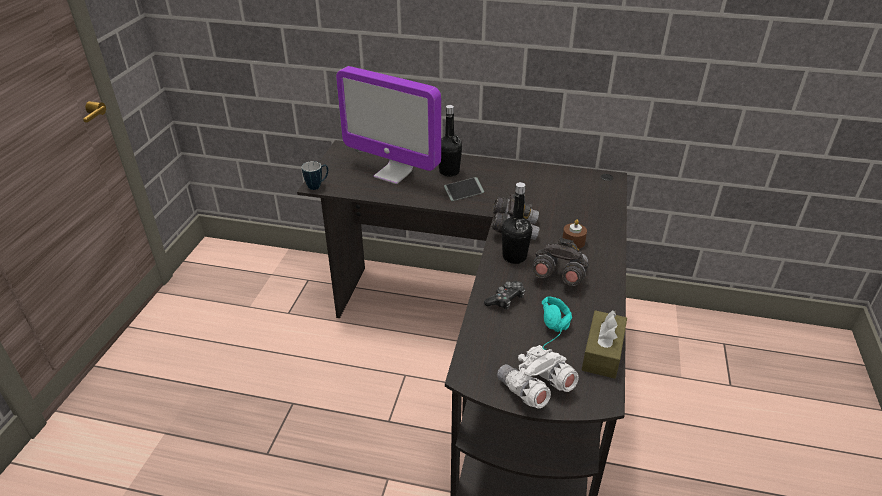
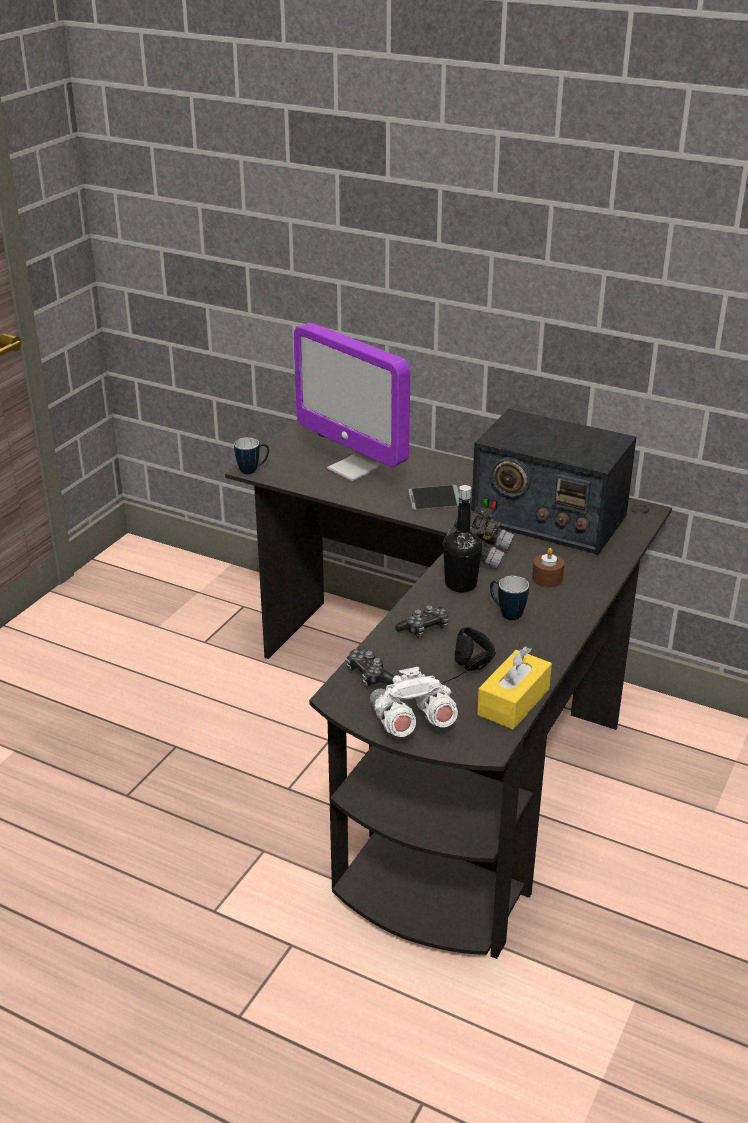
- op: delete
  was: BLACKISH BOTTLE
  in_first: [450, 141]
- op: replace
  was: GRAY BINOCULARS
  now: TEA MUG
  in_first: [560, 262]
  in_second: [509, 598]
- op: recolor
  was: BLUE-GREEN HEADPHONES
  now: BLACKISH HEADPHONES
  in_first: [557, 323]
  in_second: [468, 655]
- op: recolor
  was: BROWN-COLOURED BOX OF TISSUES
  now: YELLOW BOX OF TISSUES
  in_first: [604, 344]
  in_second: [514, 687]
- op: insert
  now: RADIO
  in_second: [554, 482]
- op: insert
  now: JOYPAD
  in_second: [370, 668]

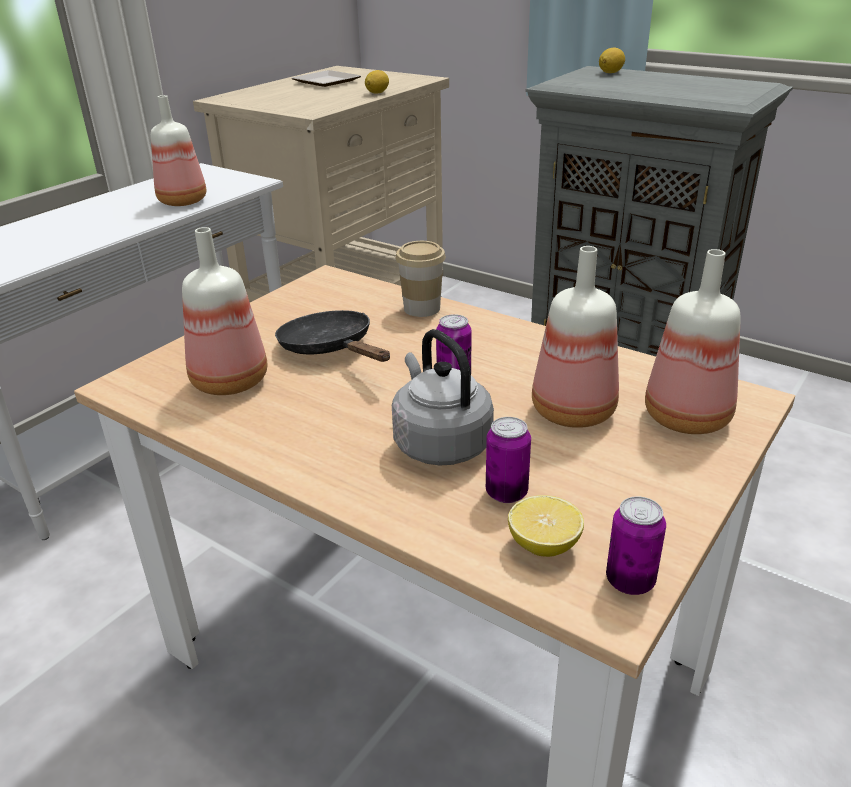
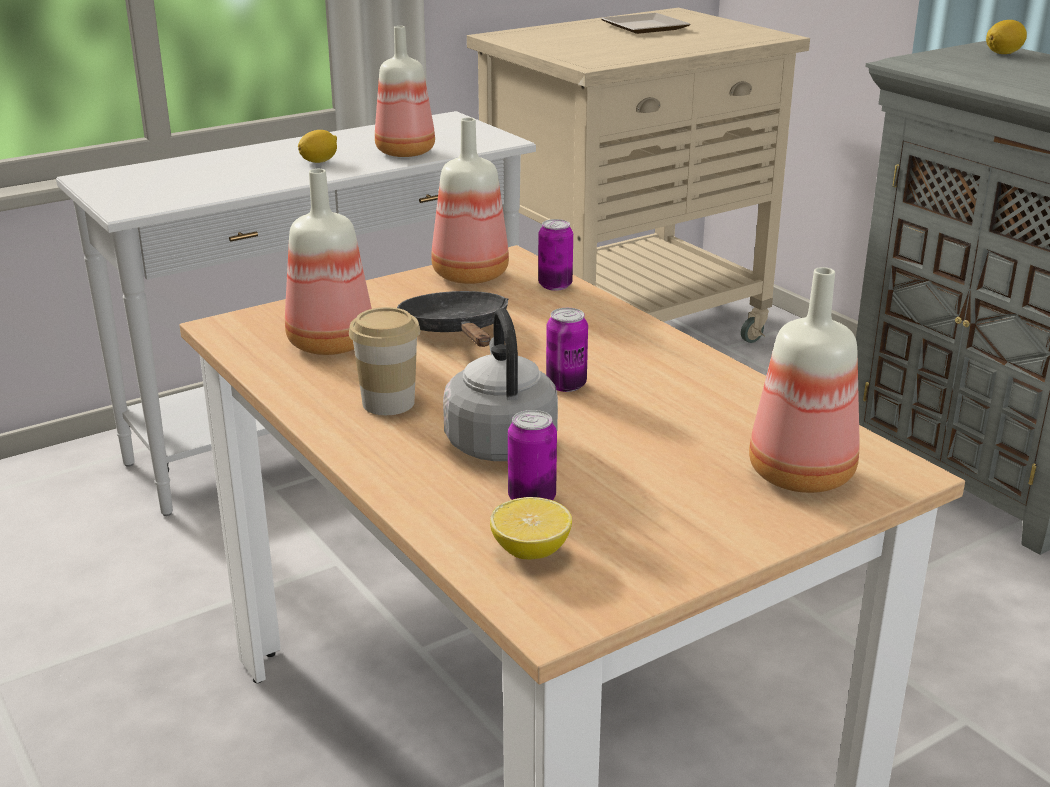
- op: move
  was: LEMON
  in_first: [377, 82]
  in_second: [317, 146]
- op: move
  was: SMALL CUP
  in_first: [421, 279]
  in_second: [384, 361]
- op: move
  was: BOTTLE
  in_first: [575, 337]
  in_second: [470, 200]
- op: move
  was: SEALED CAN
  in_first: [636, 546]
  in_second: [555, 255]

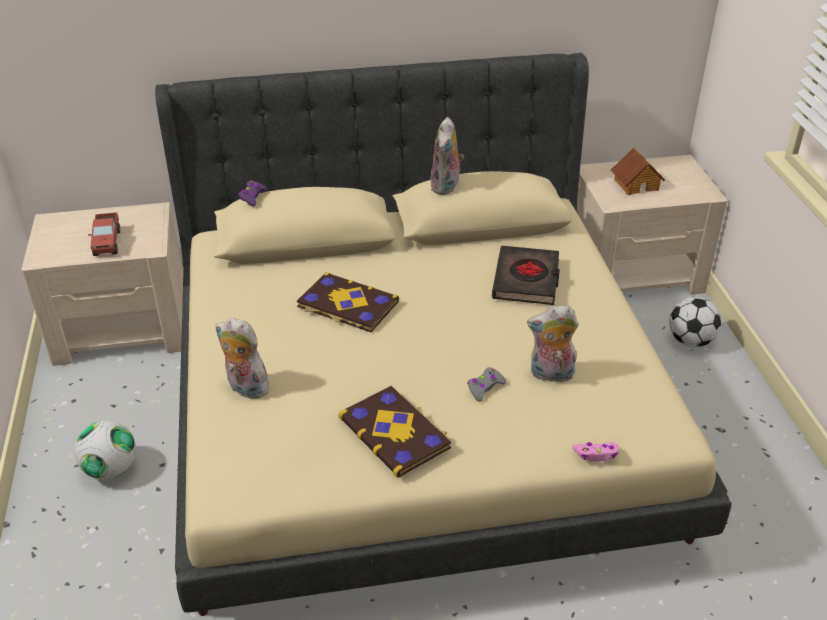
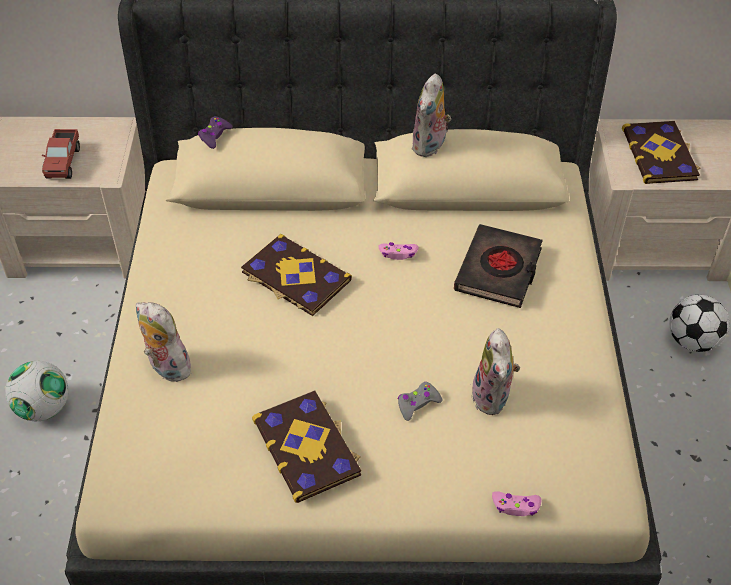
- op: replace
  was: TOY HOUSE
  now: BOUND BOOK
  in_first: [638, 171]
  in_second: [661, 152]
- op: rotate
  was: CUDDLY TOY
  in_first: [553, 343]
  in_second: [495, 371]
  clockwise: -105
- op: insert
  now: PINK-COLOURED JOYPAD
  in_second: [399, 251]

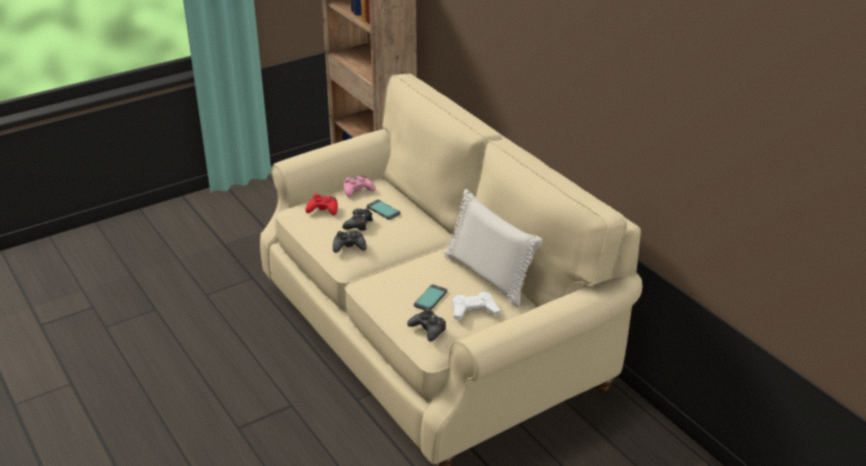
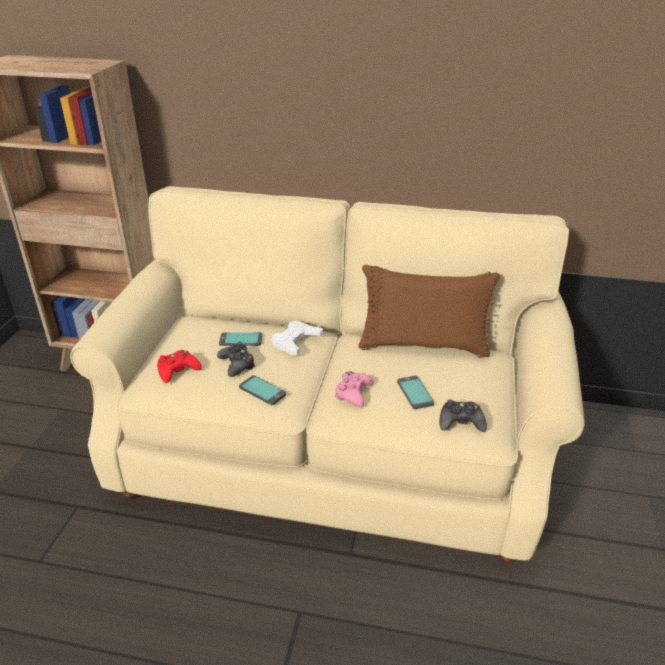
- op: move
  was: PINK-COLOURED JOYPAD
  in_first: [359, 186]
  in_second: [354, 389]
- op: recolor
  was: WHITISH THROW PILLOW
  now: BROWN-COLOURED THROW PILLOW
  in_first: [492, 248]
  in_second: [429, 311]
- op: replace
  was: BLACKISH JOYPAD
  now: PHONE
  in_first: [350, 242]
  in_second: [262, 390]
- op: move
  was: WHITISH JOYPAD
  in_first: [476, 306]
  in_second: [297, 337]

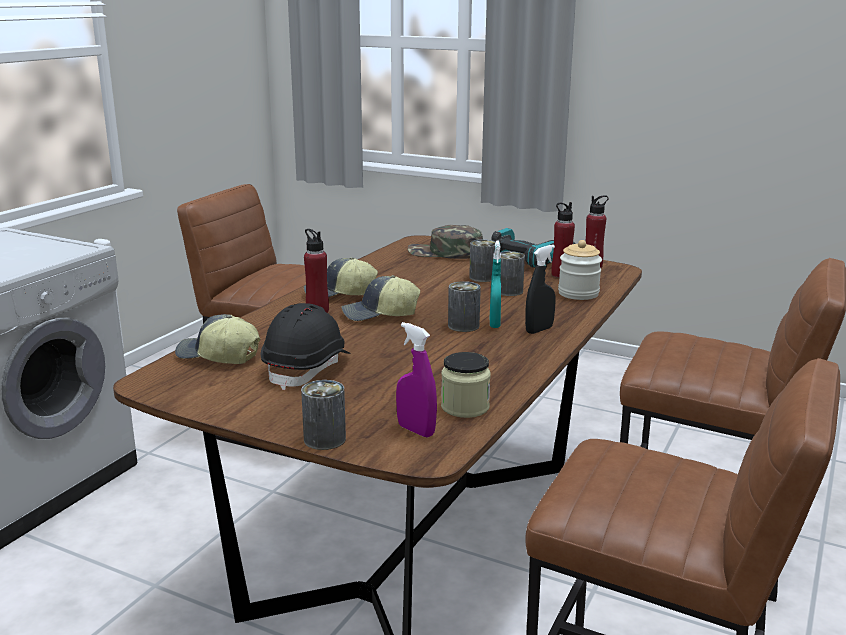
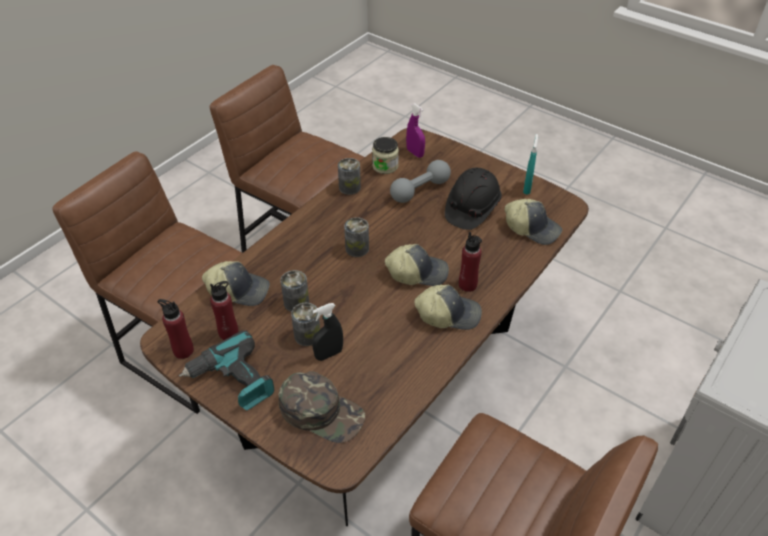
- op: replace
  was: STORAGE JAR
  now: BASEBALL CAP
  in_first: [580, 270]
  in_second: [236, 283]
- op: move
  was: BLUE-GREEN SPRAYER
  in_first: [495, 284]
  in_second: [530, 164]
- op: move
  was: BLACKISH SPRAYER
  in_first: [540, 289]
  in_second: [327, 332]
- op: move
  was: SEALED CAN
  in_first: [323, 415]
  in_second: [349, 176]
- op: insert
  now: GRAY DUMBBELL
  in_second: [420, 181]

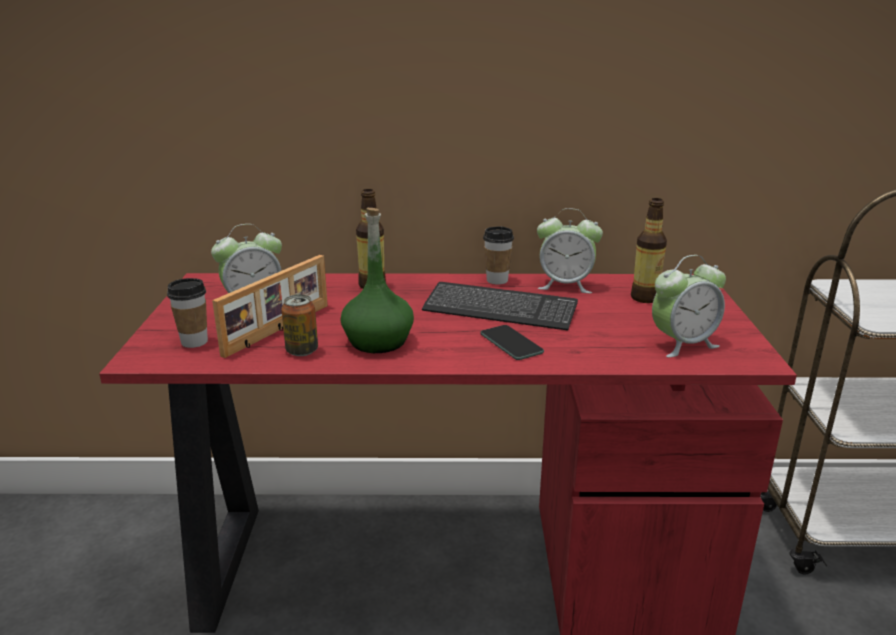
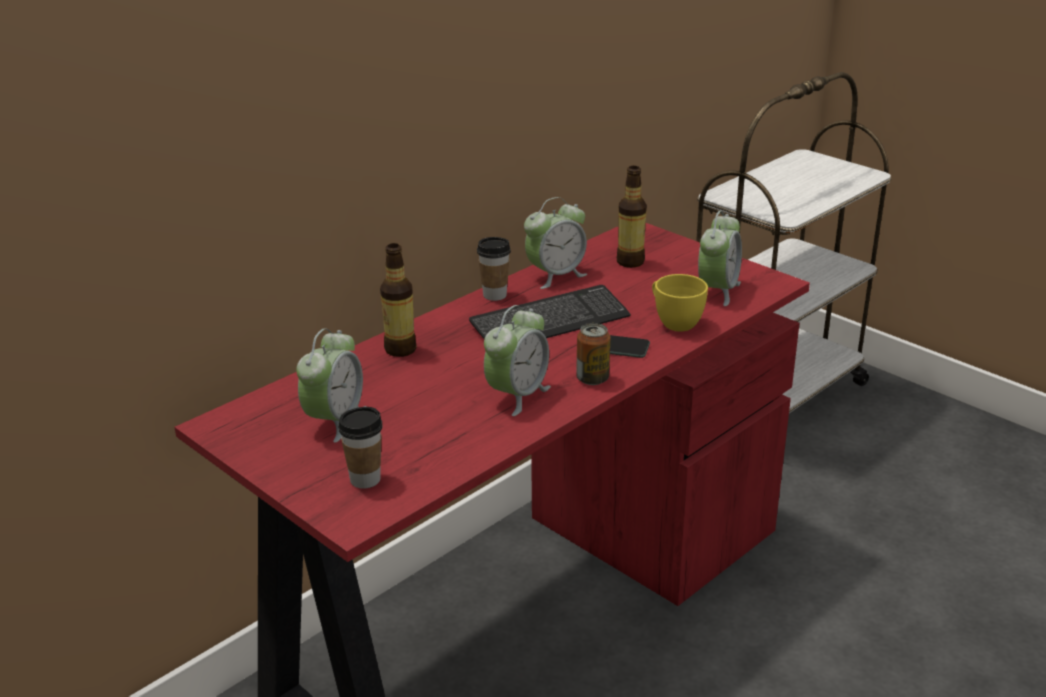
- op: replace
  was: GREENISH BOTTLE
  now: BEDSIDE CLOCK
  in_first: [377, 280]
  in_second: [517, 360]
- op: delete
  was: PHOTO FRAME
  in_first: [270, 306]
- op: move
  was: SEALED CAN
  in_first: [299, 325]
  in_second: [593, 354]
- op: insert
  now: YELLOW SMALL CUP
  in_second: [680, 303]

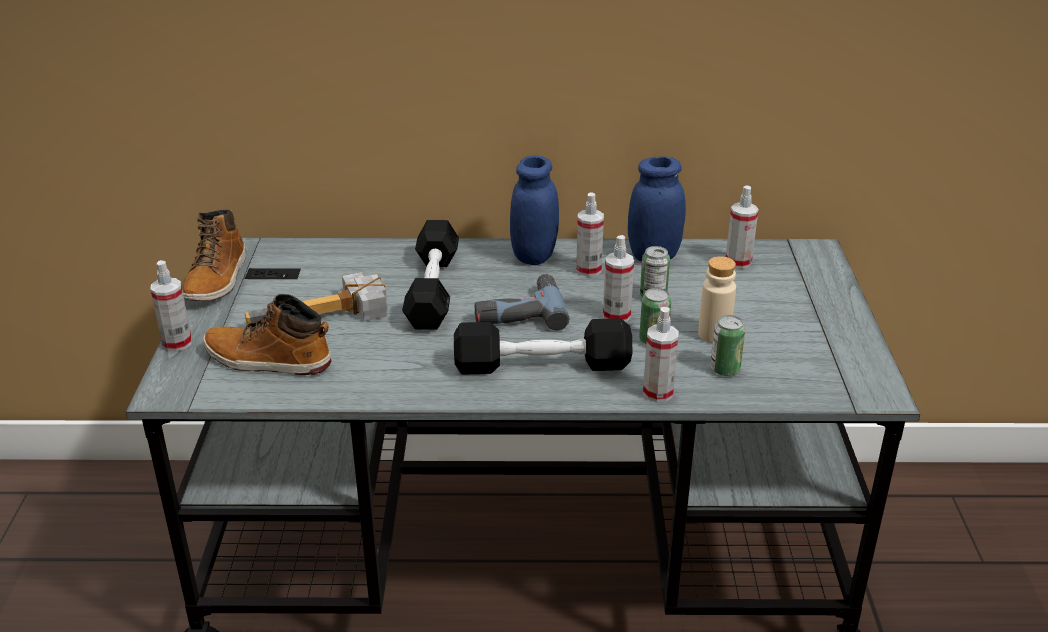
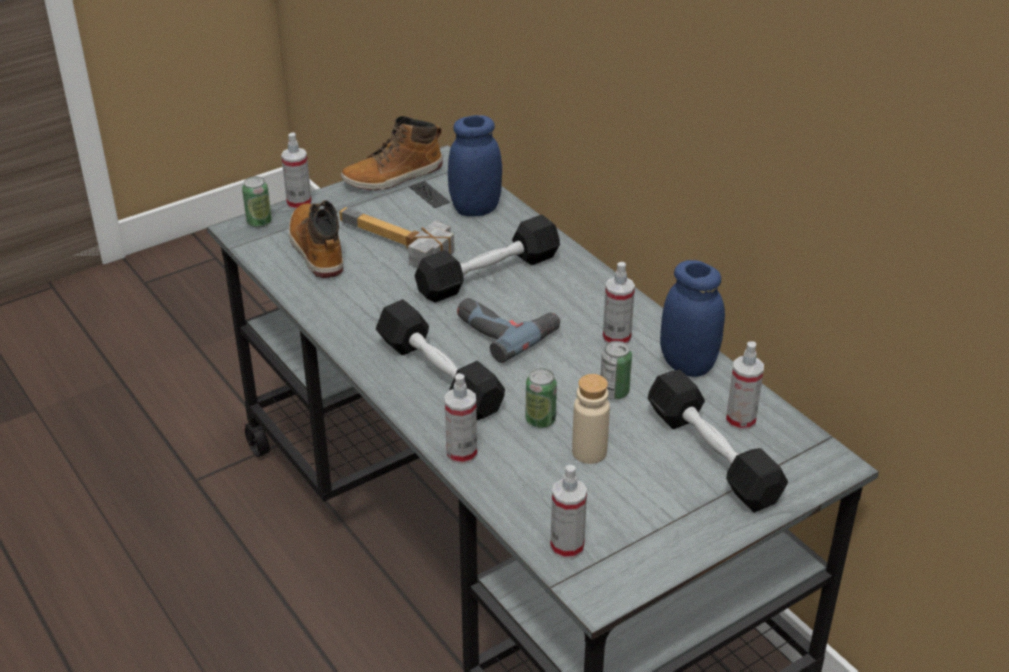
- op: move
  was: BLUISH STORAGE JAR
  in_first: [534, 210]
  in_second: [475, 165]
- op: move
  was: SPRAYER
  in_first: [618, 278]
  in_second: [568, 512]
- op: move
  was: SEALED CAN
  in_first: [727, 345]
  in_second: [257, 202]
- op: insert
  now: BLACKISH DUMBBELL
  in_second: [718, 441]

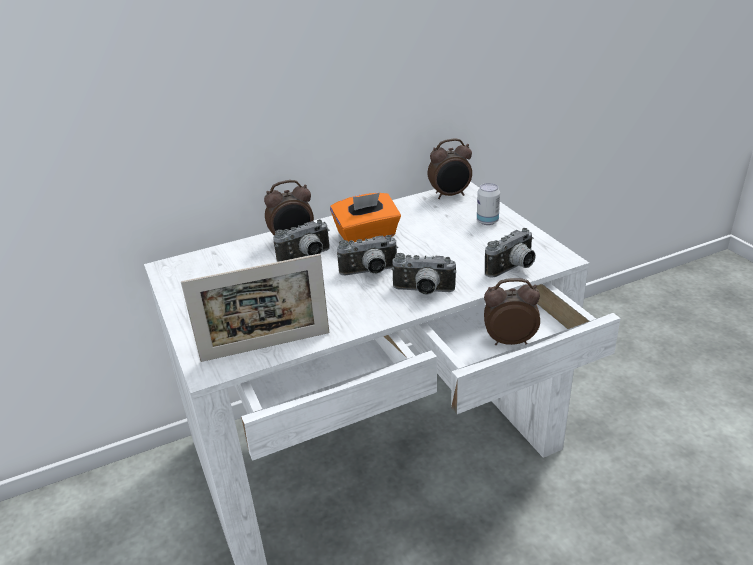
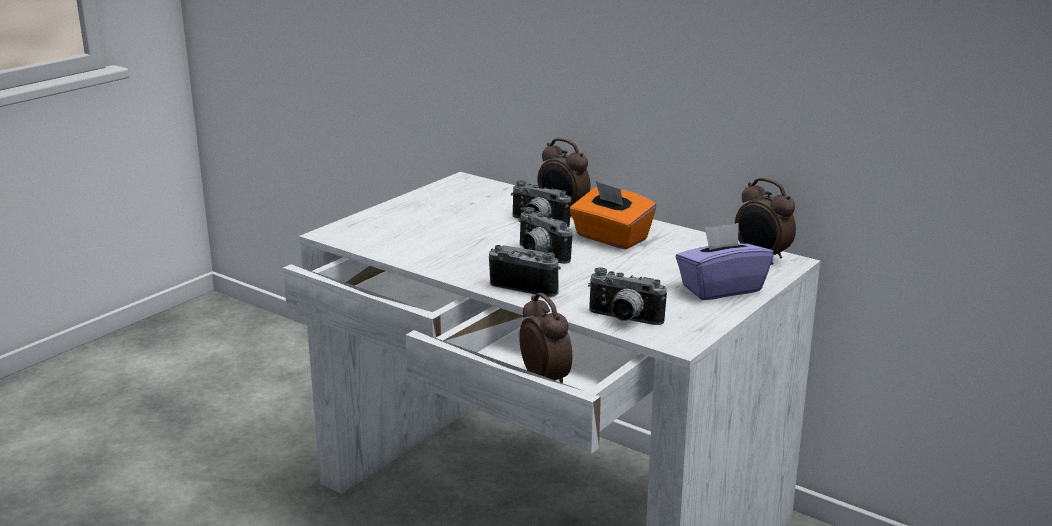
- op: replace
  was: SEALED CAN
  now: PURPLISH BOX OF TISSUES
  in_first: [488, 204]
  in_second: [725, 261]
- op: rotate
  was: PHOTO CAMERA
  in_first: [423, 274]
  in_second: [525, 271]
  clockwise: 135
- op: delete
  was: PHOTO FRAME
  in_first: [255, 308]

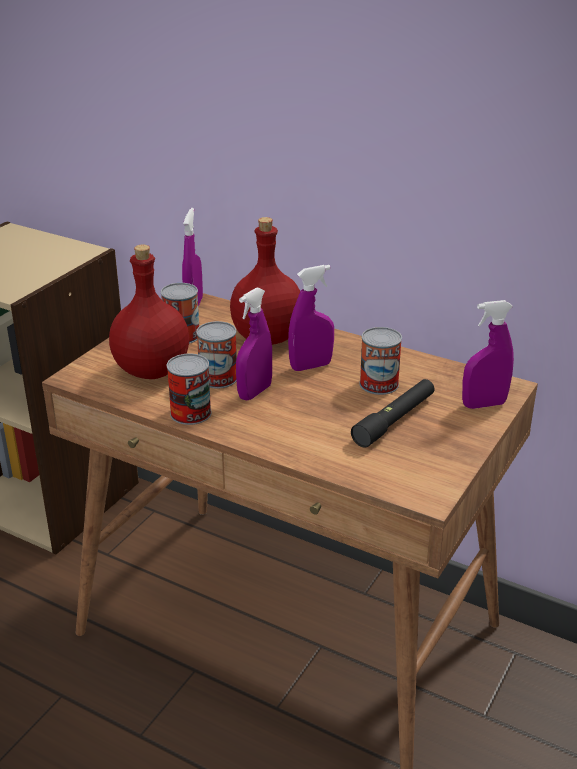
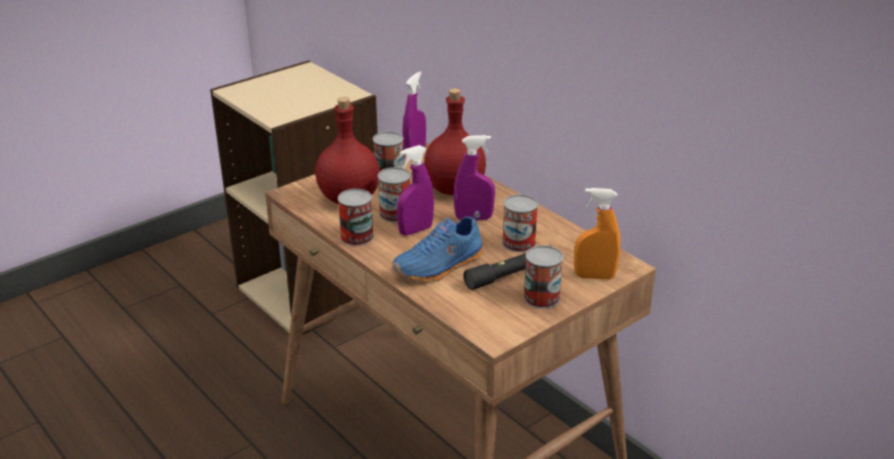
- op: recolor
  was: PURPLISH SPRAYER
  now: ORANGEY SPRAYER
  in_first: [488, 354]
  in_second: [597, 233]
- op: insert
  now: BLUISH SHOE
  in_second: [437, 246]
- op: insert
  now: SEALED CAN
  in_second: [543, 277]

